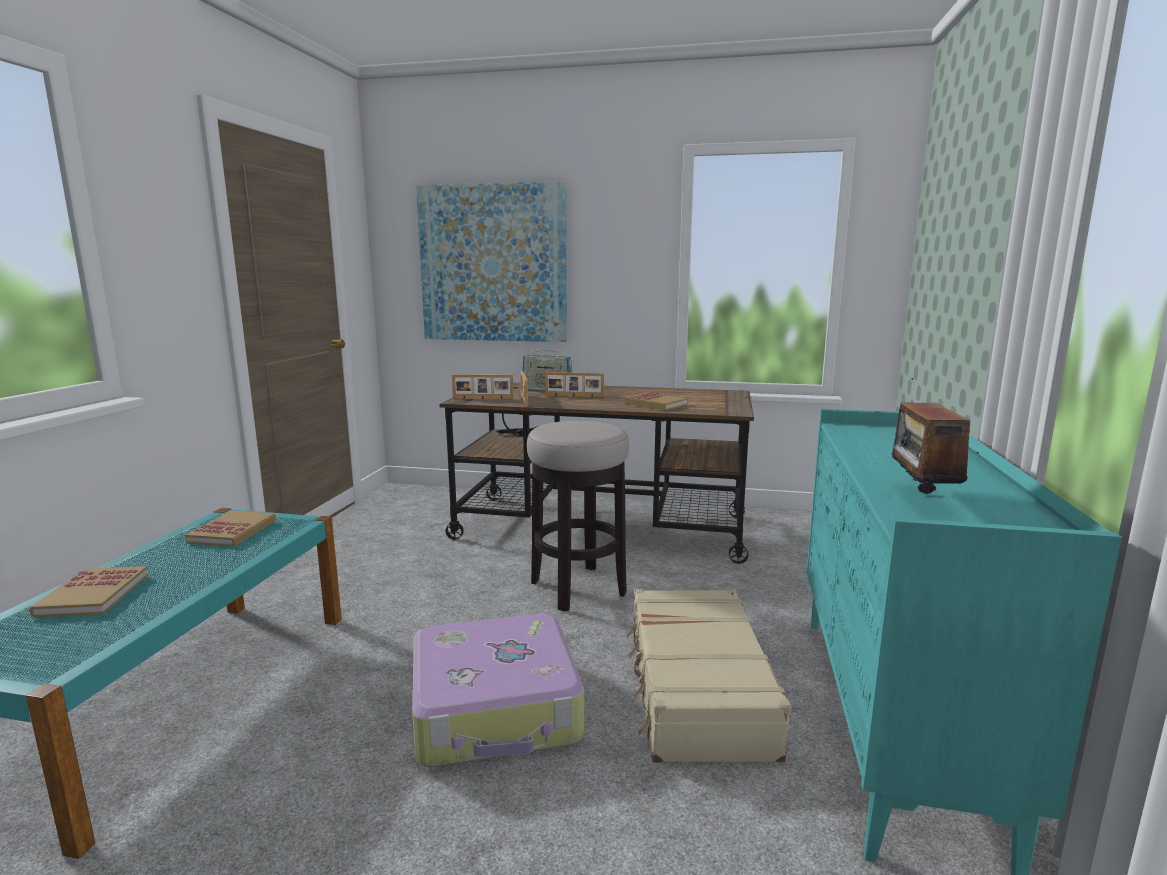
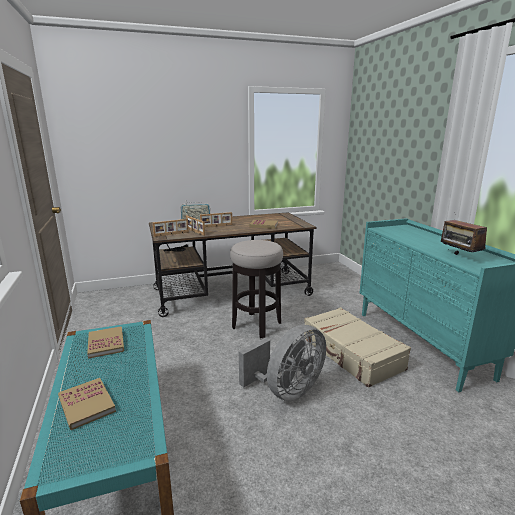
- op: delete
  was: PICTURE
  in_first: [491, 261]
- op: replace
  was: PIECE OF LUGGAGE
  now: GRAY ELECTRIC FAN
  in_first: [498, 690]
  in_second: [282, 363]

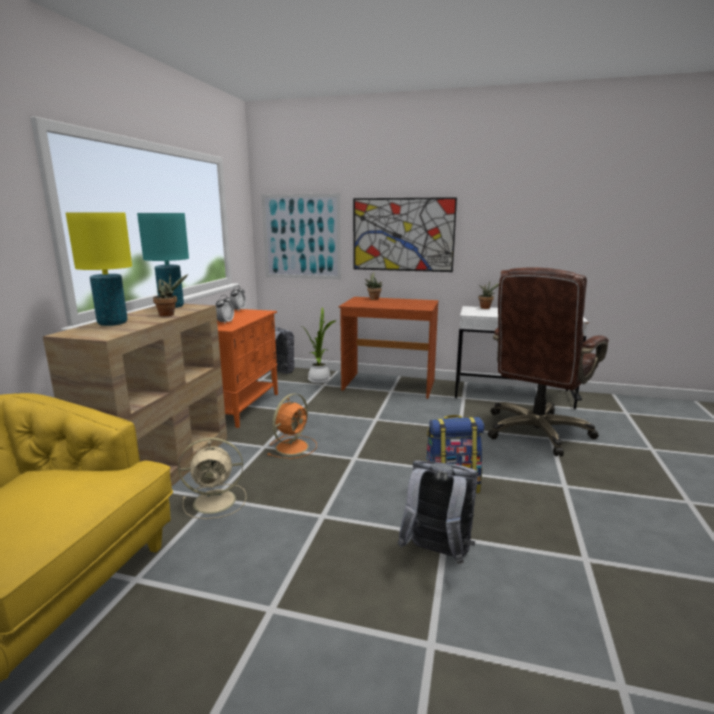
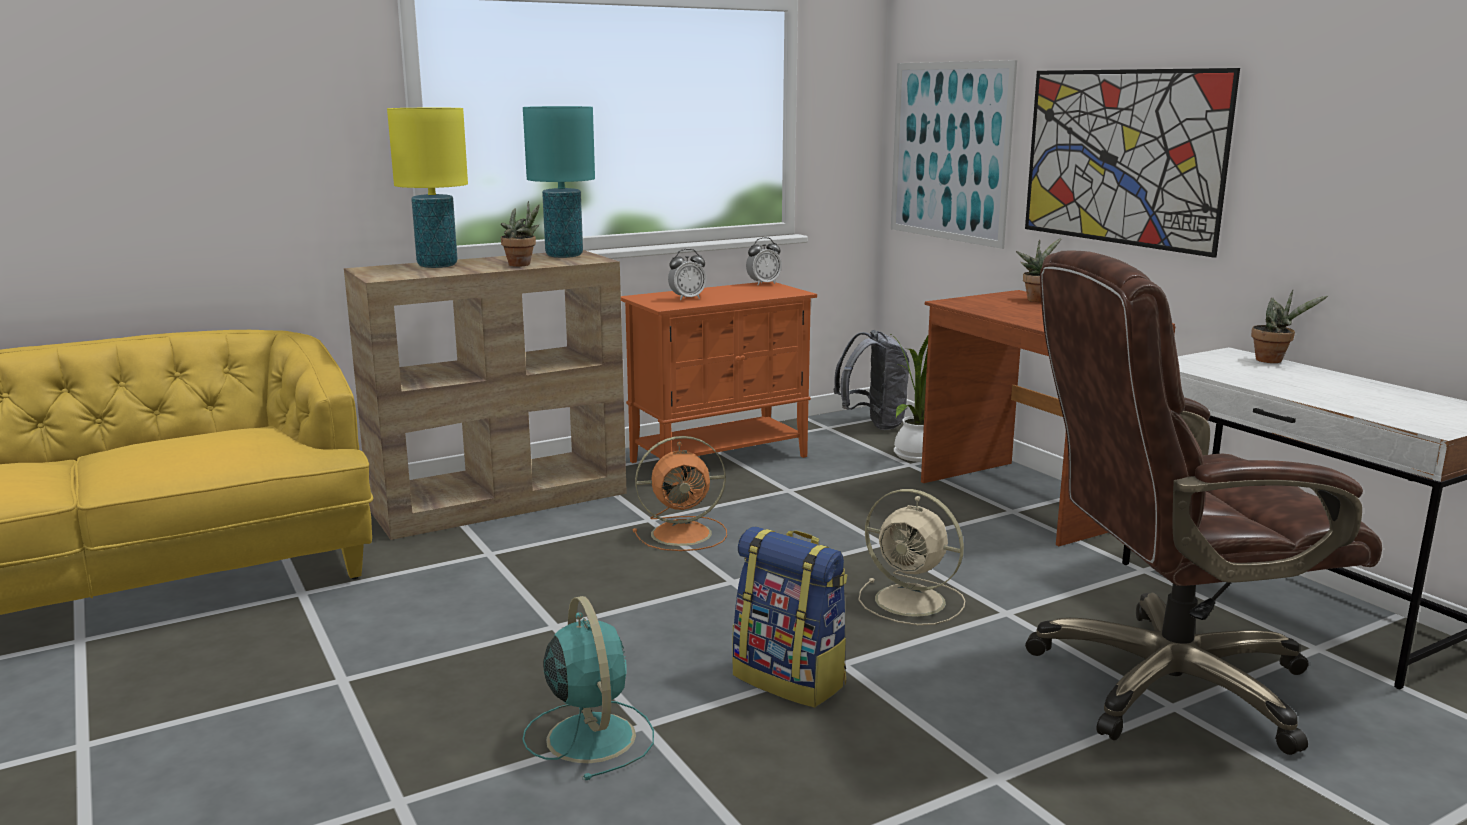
- op: move
  was: BEIGE ELECTRIC FAN
  in_first: [212, 478]
  in_second: [912, 557]
- op: replace
  was: GRAY BACKPACK
  now: BLUE-GREEN ELECTRIC FAN
  in_first: [438, 512]
  in_second: [588, 688]

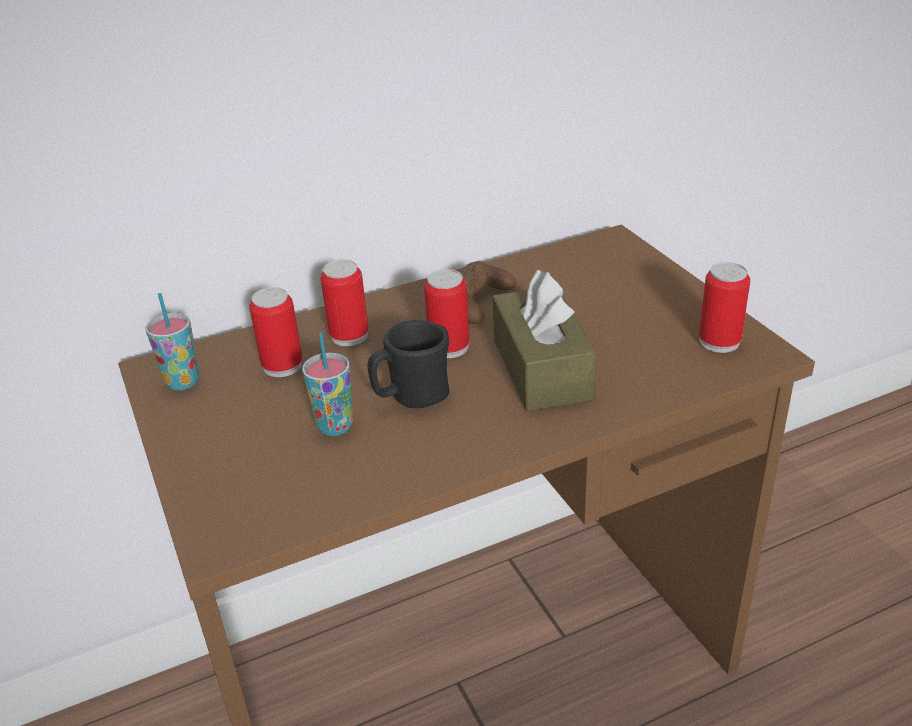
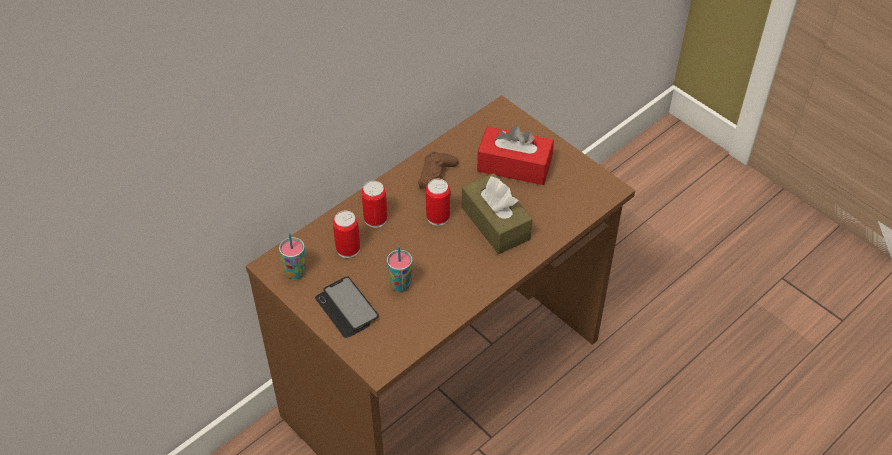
- op: delete
  was: SEALED CAN
  in_first: [724, 307]
- op: delete
  was: BLACKISH TEA MUG
  in_first: [408, 364]
- op: insert
  now: REDDISH BOX OF TISSUES
  in_second: [515, 155]
- op: insert
  now: PHONE
  in_second: [347, 307]

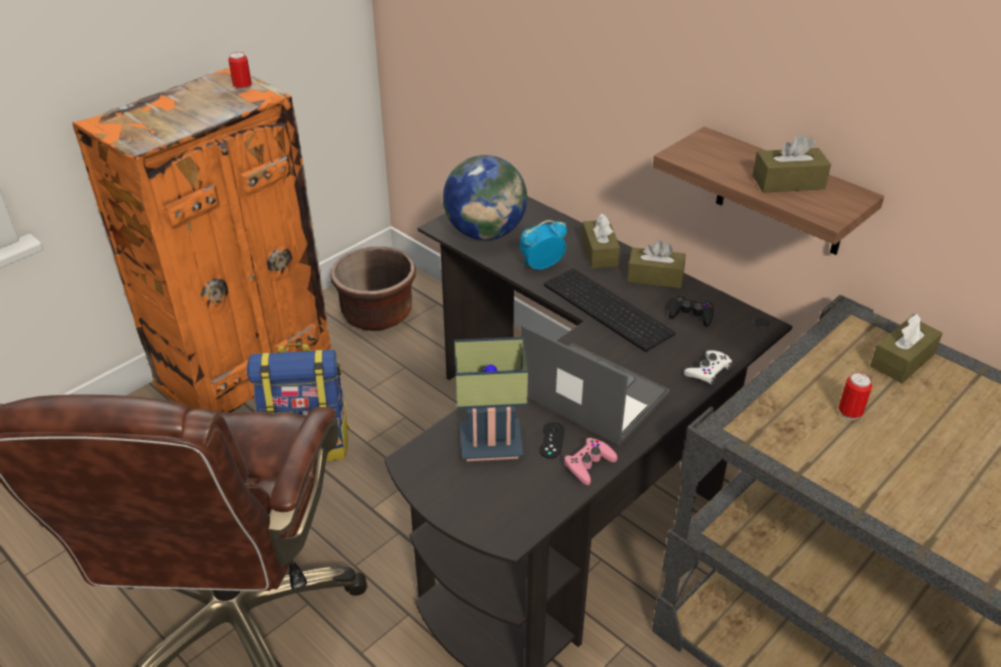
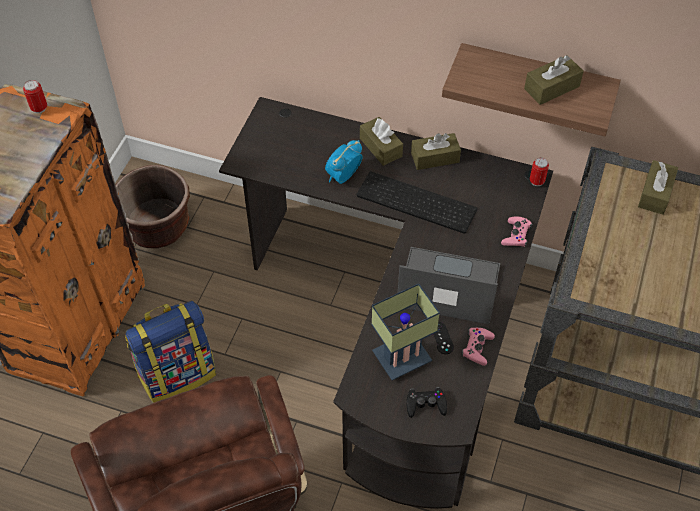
- op: delete
  was: DESK GLOBE
  in_first: [485, 197]
- op: move
  was: BLACKISH JOYPAD
  in_first: [691, 311]
  in_second: [426, 402]
- op: recolor
  was: WHITISH JOYPAD
  now: PINK-COLOURED JOYPAD
  in_first: [708, 367]
  in_second: [517, 232]
- op: move
  was: SEALED CAN
  in_first: [855, 396]
  in_second: [539, 172]

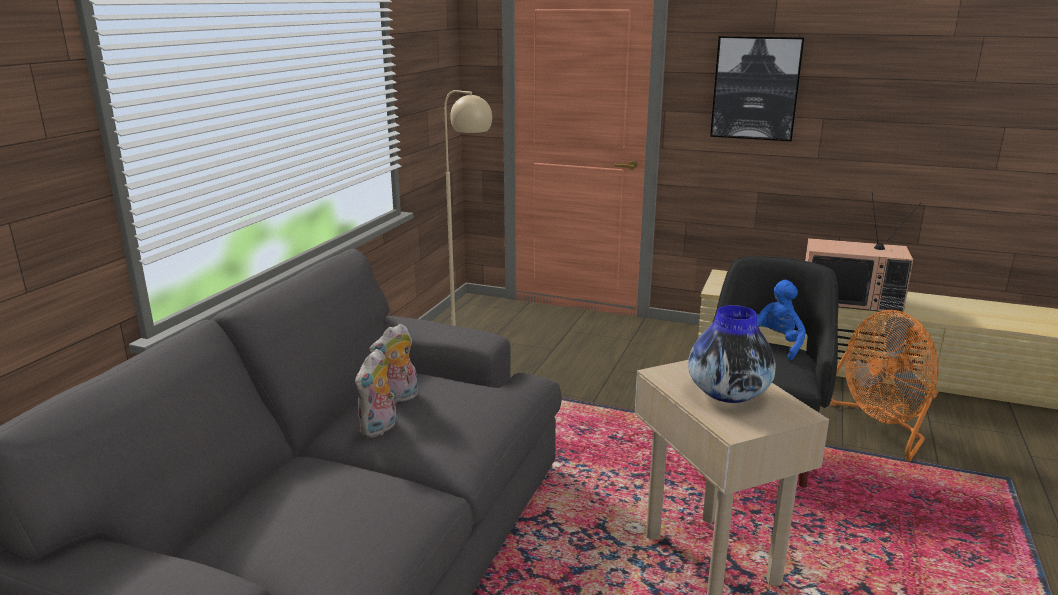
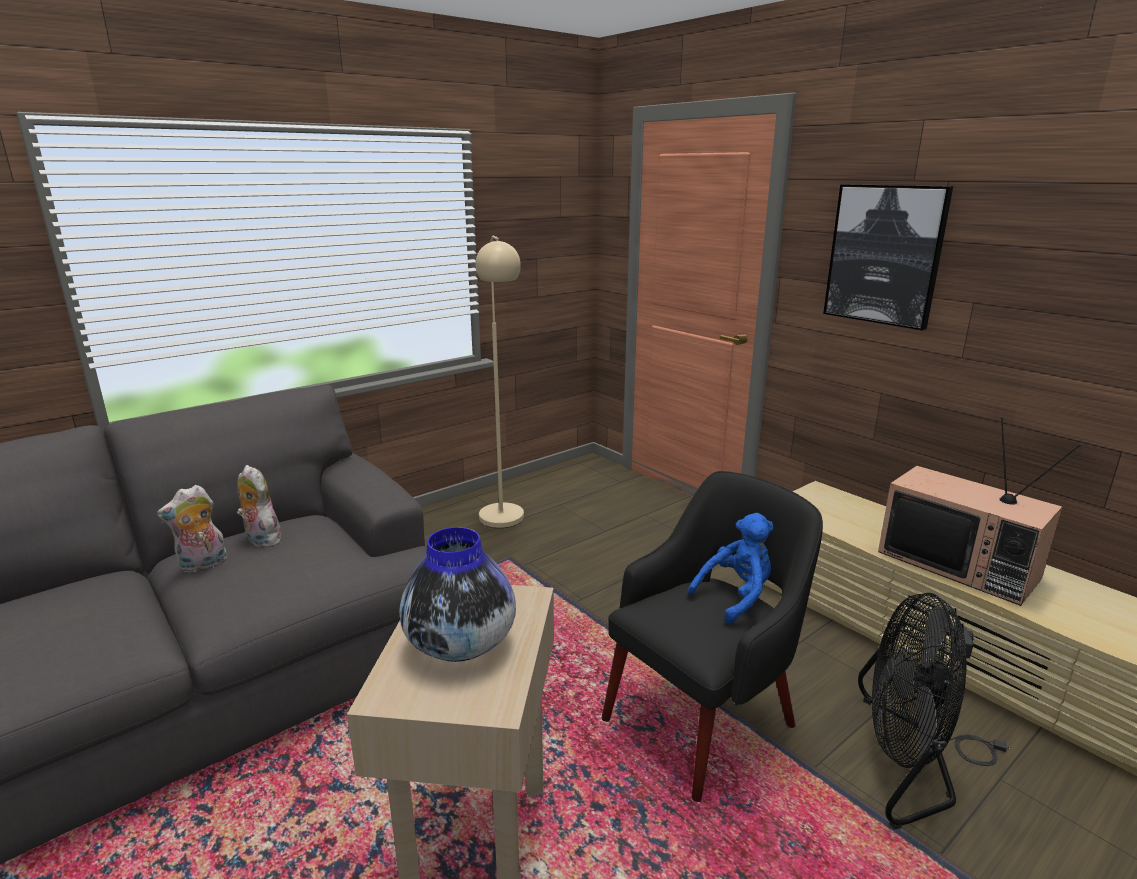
- op: recolor
  was: ORANGEY ELECTRIC FAN
  now: BLACKISH ELECTRIC FAN
  in_first: [884, 386]
  in_second: [933, 711]
- op: rotate
  was: CUDDLY TOY
  in_first: [393, 363]
  in_second: [259, 506]
  clockwise: 45

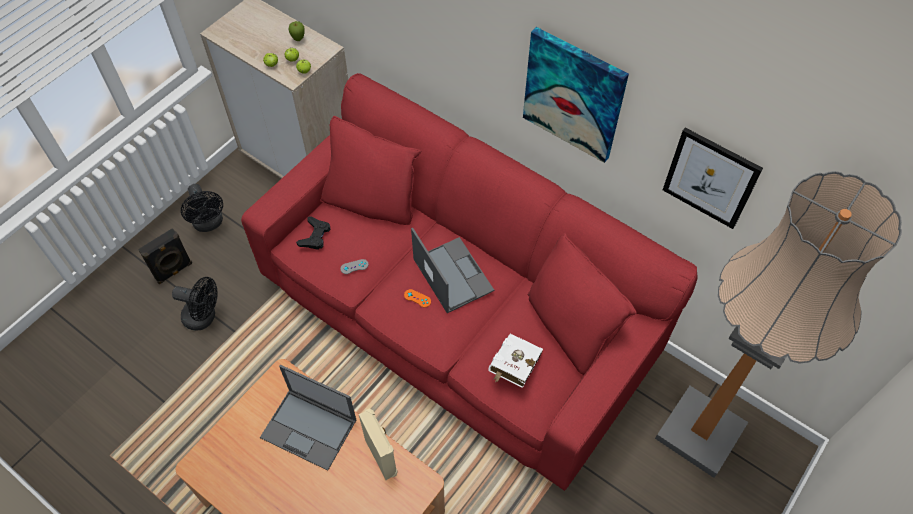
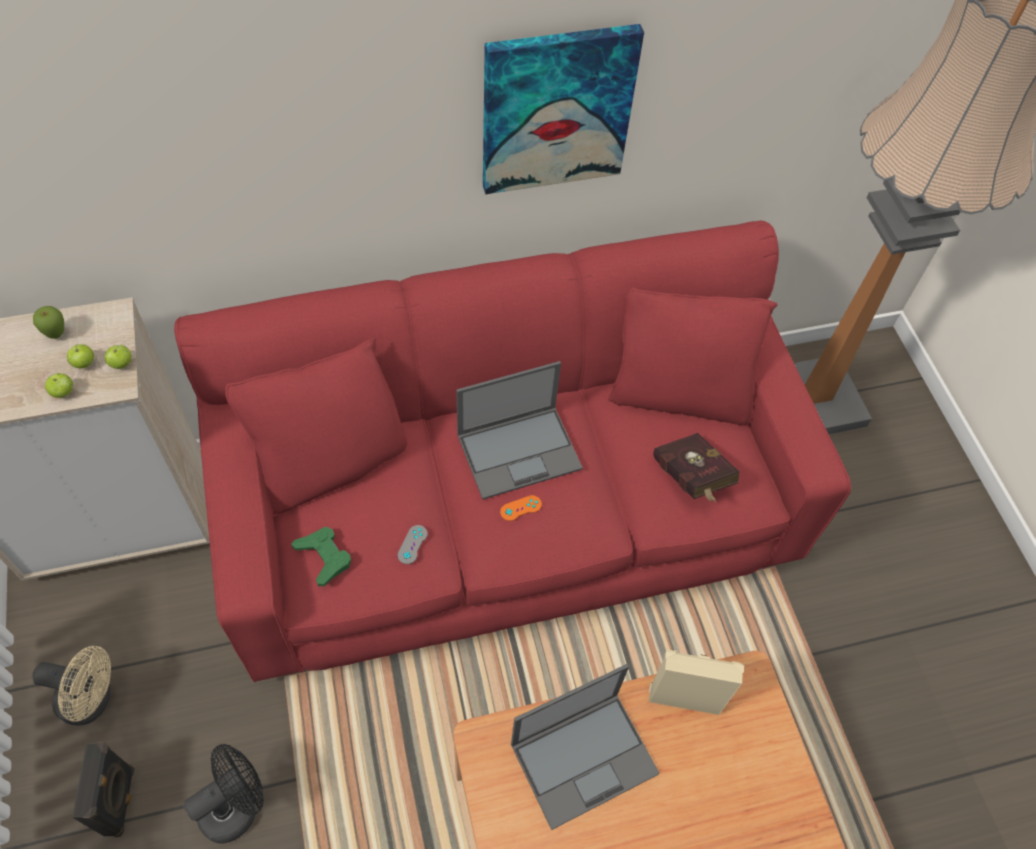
- op: delete
  was: PICTURE
  in_first: [713, 178]
- op: recolor
  was: BLACKISH ELECTRIC FAN
  now: BEIGE ELECTRIC FAN
  in_first: [202, 208]
  in_second: [71, 685]
- op: recolor
  was: BLACKISH JOYPAD
  now: GREENISH JOYPAD
  in_first: [313, 233]
  in_second: [321, 556]
- op: rotate
  was: NOTEBOOK COMPUTER
  in_first: [452, 270]
  in_second: [519, 430]
  clockwise: 150
- op: recolor
  was: WHITISH BOUND BOOK
  now: REDDISH BOUND BOOK
  in_first: [515, 361]
  in_second: [696, 467]

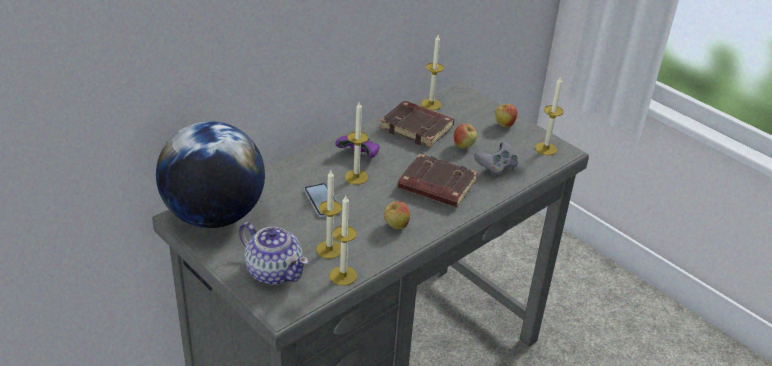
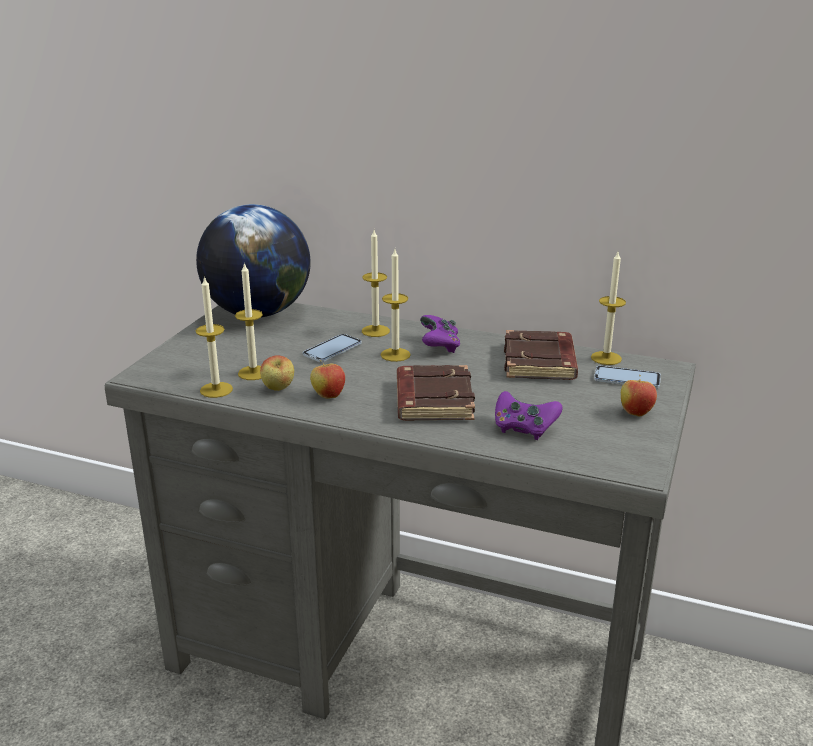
- op: move
  was: WAX LIGHT
  in_first: [549, 115]
  in_second: [376, 283]
- op: move
  was: APPLE FRUIT
  in_first: [465, 136]
  in_second: [277, 373]
- op: recolor
  was: GRAY JOYPAD
  now: PURPLISH JOYPAD
  in_first: [496, 159]
  in_second: [529, 415]
- op: delete
  was: TEAPOT
  in_first: [274, 253]
- op: insert
  now: PHONE
  in_second: [627, 377]

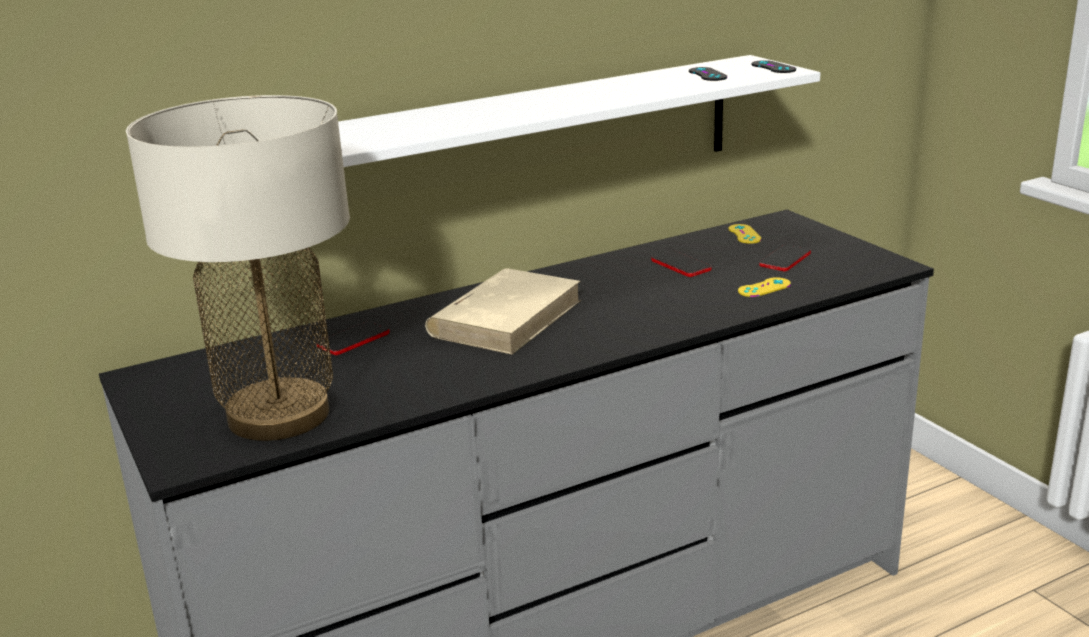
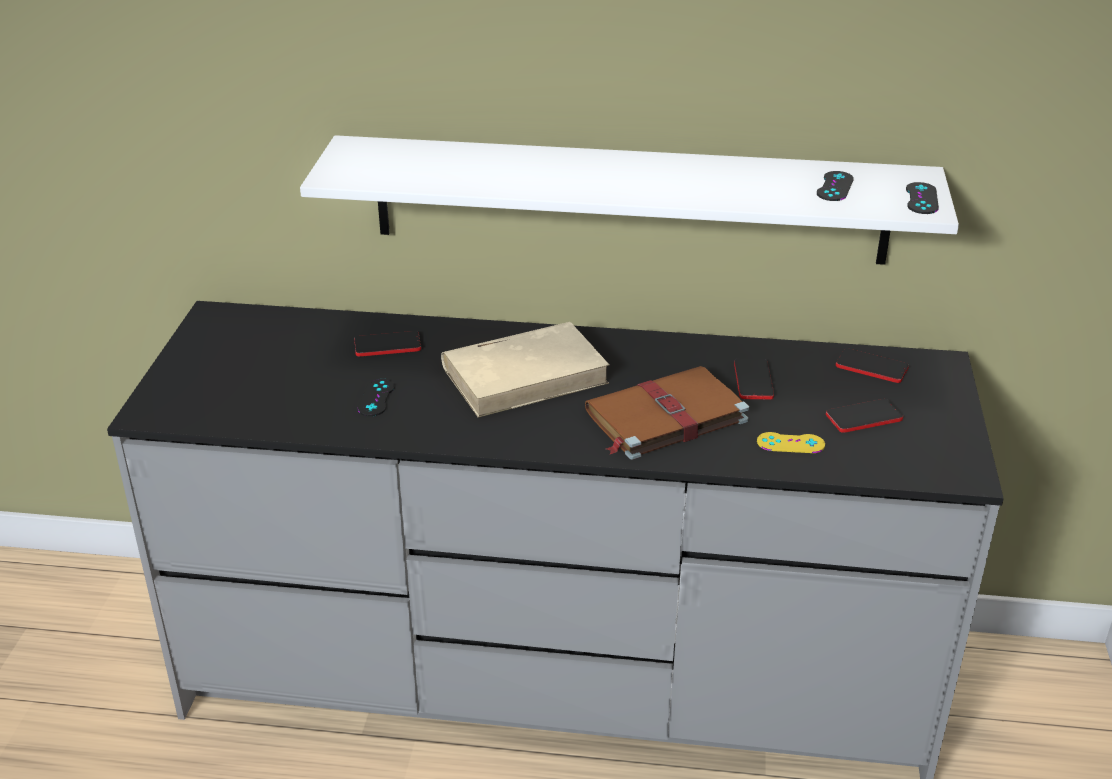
- op: delete
  was: TABLE LAMP
  in_first: [238, 268]
- op: replace
  was: YELLOW JOYPAD
  now: PHONE
  in_first: [745, 234]
  in_second: [872, 365]
- op: insert
  now: BROWN-COLOURED BOUND BOOK
  in_second: [667, 413]
- op: insert
  now: BLACKISH JOYPAD
  in_second: [376, 397]

